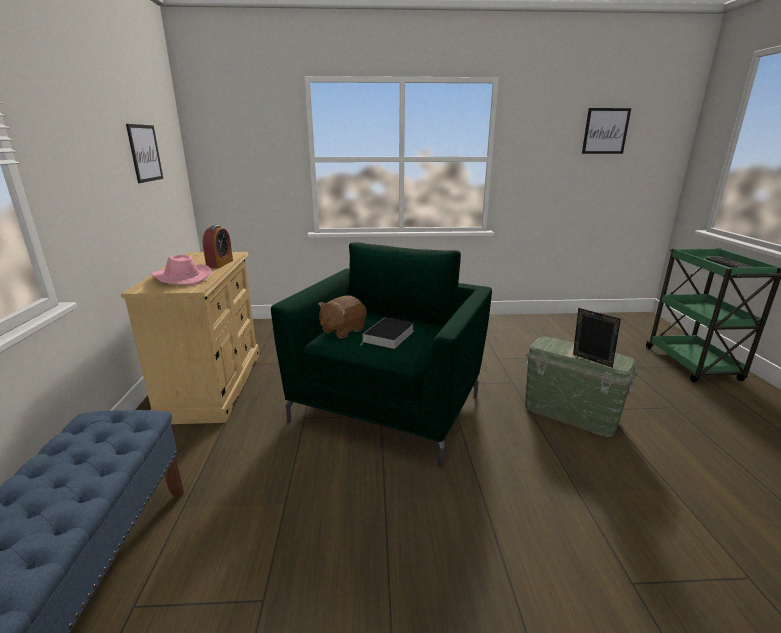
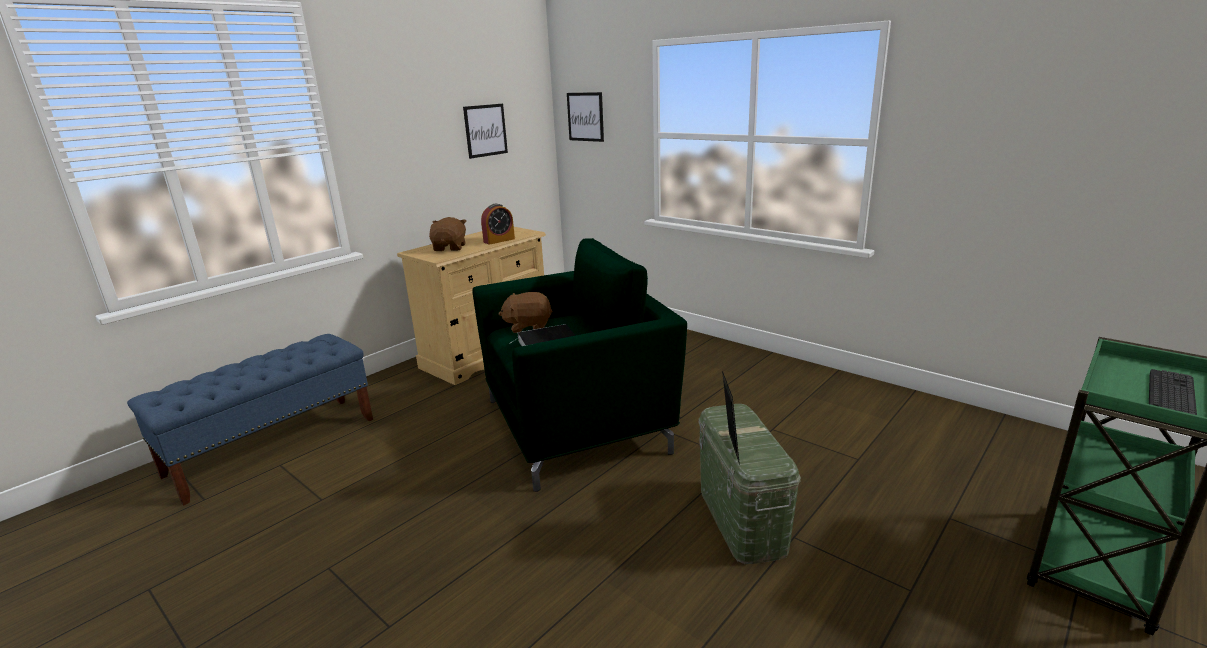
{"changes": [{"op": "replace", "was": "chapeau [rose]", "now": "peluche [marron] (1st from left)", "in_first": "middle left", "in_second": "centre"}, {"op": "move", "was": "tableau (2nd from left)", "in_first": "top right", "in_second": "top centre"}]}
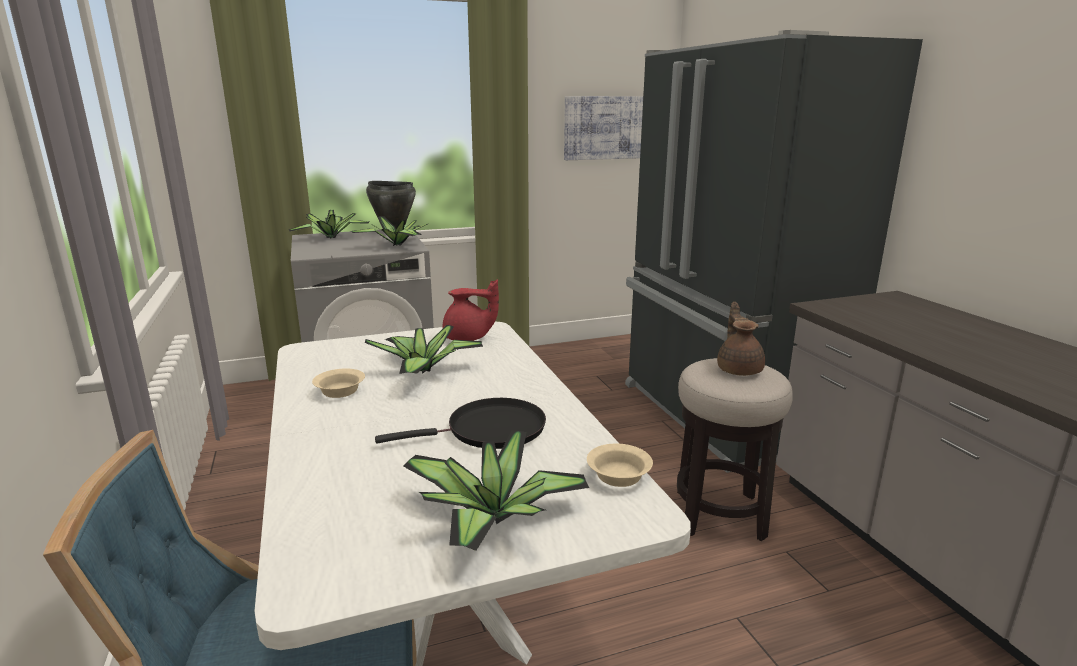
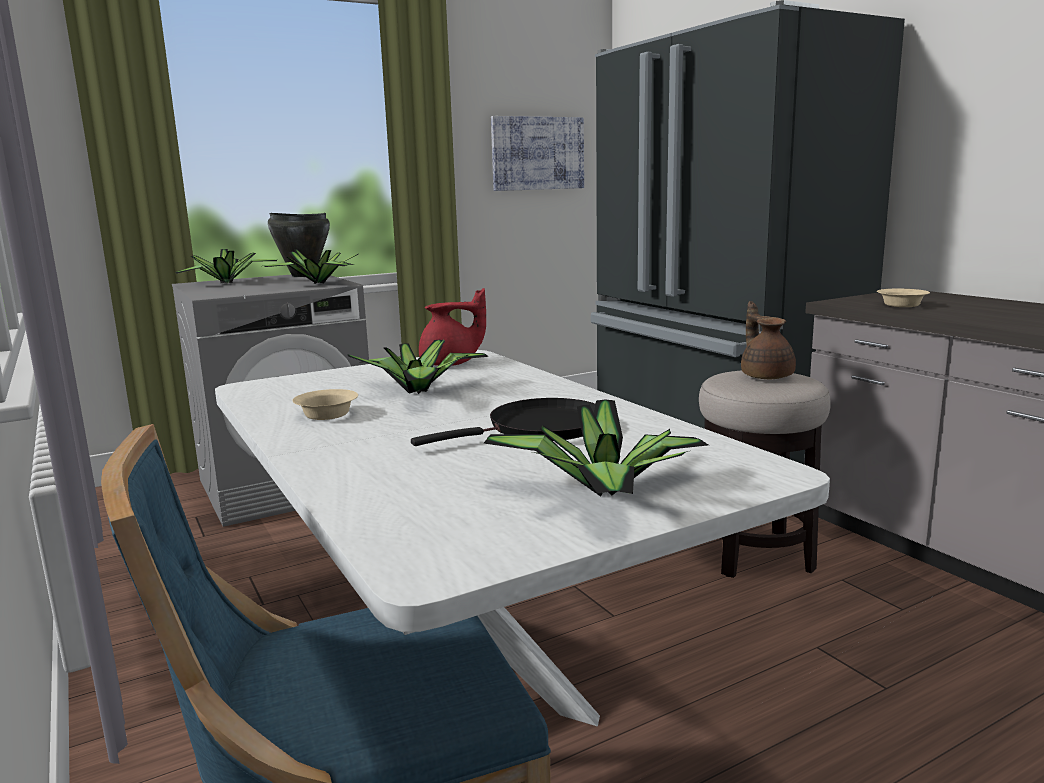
{"changes": [{"op": "move", "was": "bol [beige] (2nd from left)", "in_first": "bottom centre", "in_second": "middle right"}]}
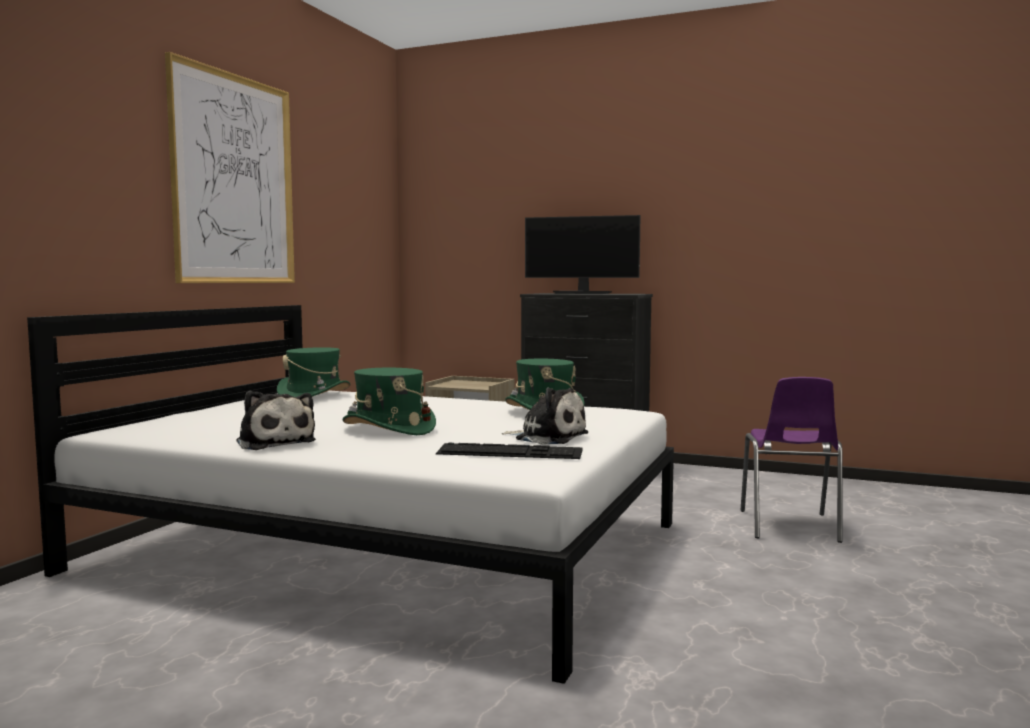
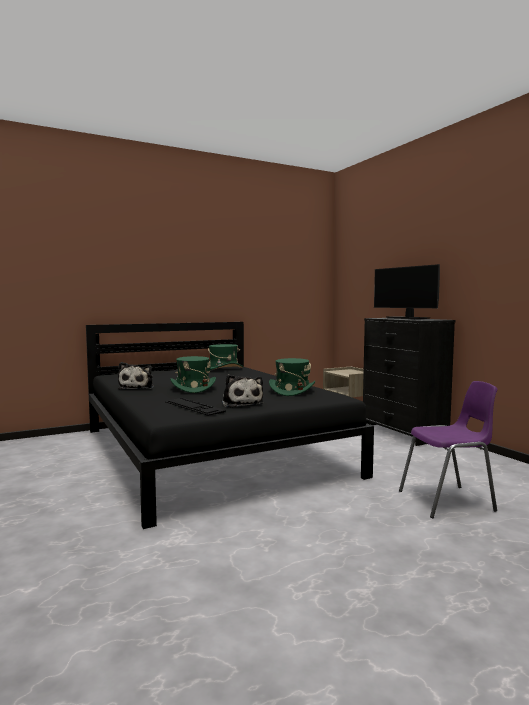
{"changes": [{"op": "recolor", "was": "lit [blanc]", "now": "lit [noir]", "in_first": "bottom centre", "in_second": "centre"}, {"op": "rotate", "was": "chaise [violet]", "in_first": "middle right", "in_second": "middle right", "clockwise": -150}, {"op": "delete", "was": "tableau", "in_first": "top left"}]}
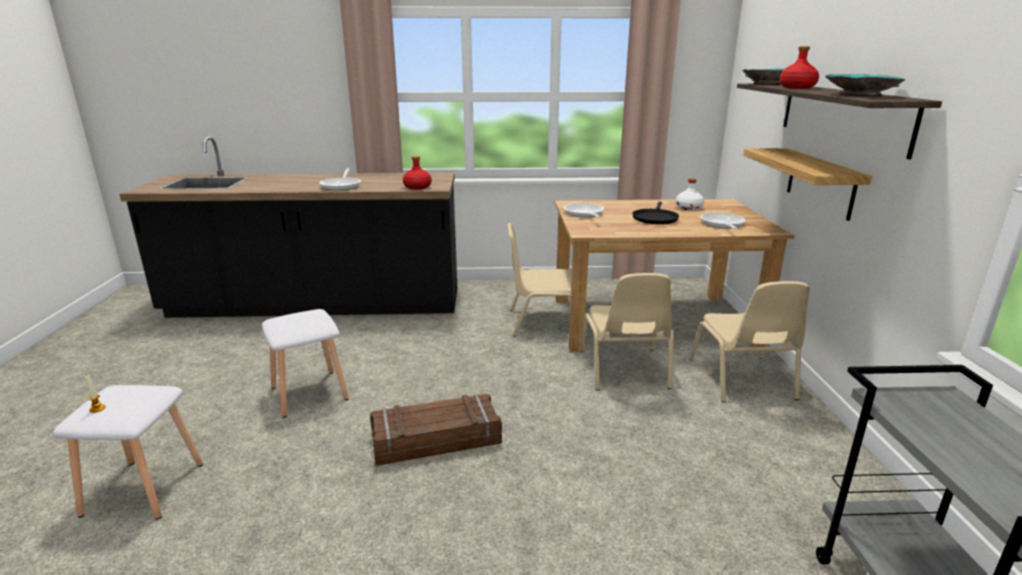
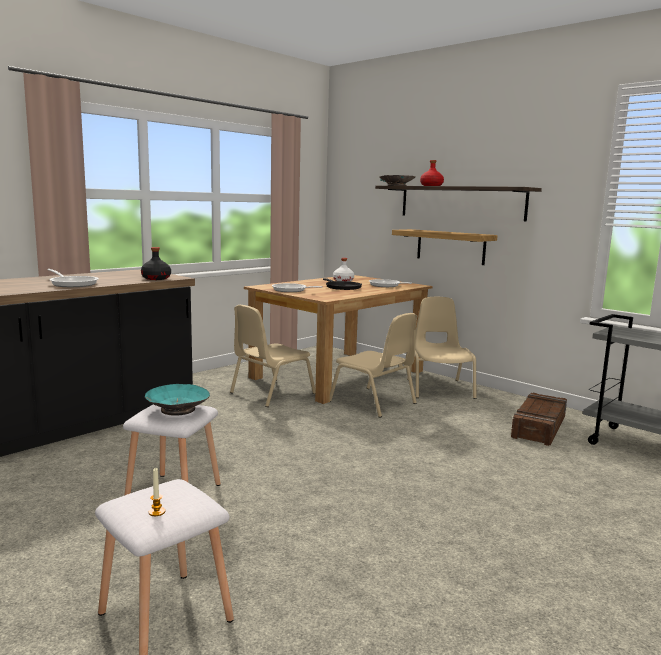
{"changes": [{"op": "recolor", "was": "bouteille [rouge] (1st from left)", "now": "bouteille [noir]", "in_first": "top centre", "in_second": "middle left"}, {"op": "move", "was": "bol [turquoise] (2nd from left in the first image)", "now": "bol [turquoise] (1st from left)", "in_first": "top right", "in_second": "middle left"}, {"op": "rotate", "was": "chaise [beige] (3rd from left)", "in_first": "middle right", "in_second": "middle right", "clockwise": -135}, {"op": "move", "was": "caisse", "in_first": "bottom centre", "in_second": "middle right"}]}
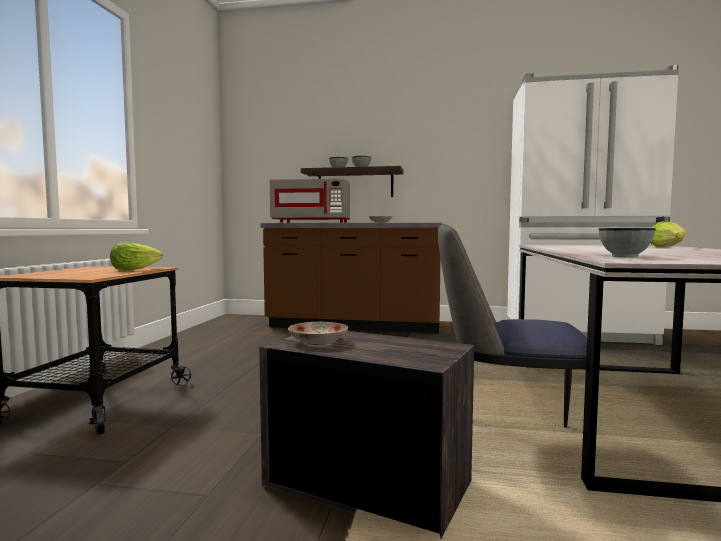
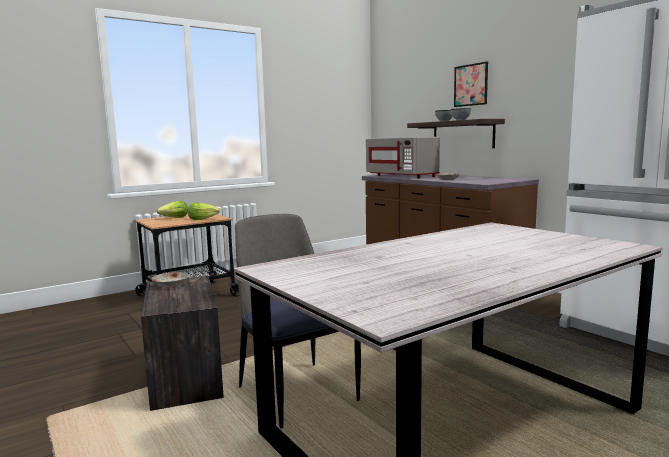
{"changes": [{"op": "move", "was": "laitue (2nd from left in the first image)", "now": "laitue (1st from left)", "in_first": "middle right", "in_second": "middle left"}, {"op": "insert", "now": "tableau", "in_second": "top right"}, {"op": "delete", "was": "bol [gris] (3rd from left)", "in_first": "middle right"}]}
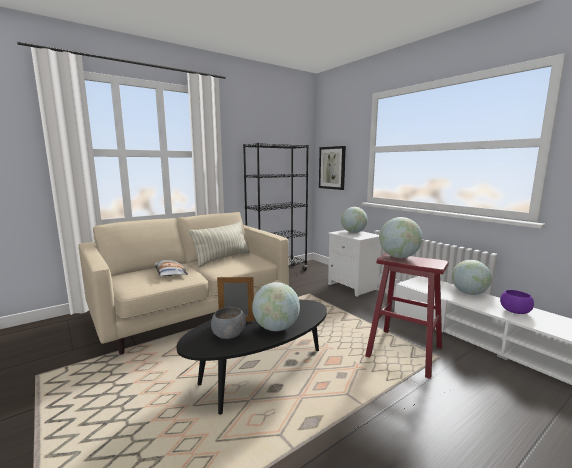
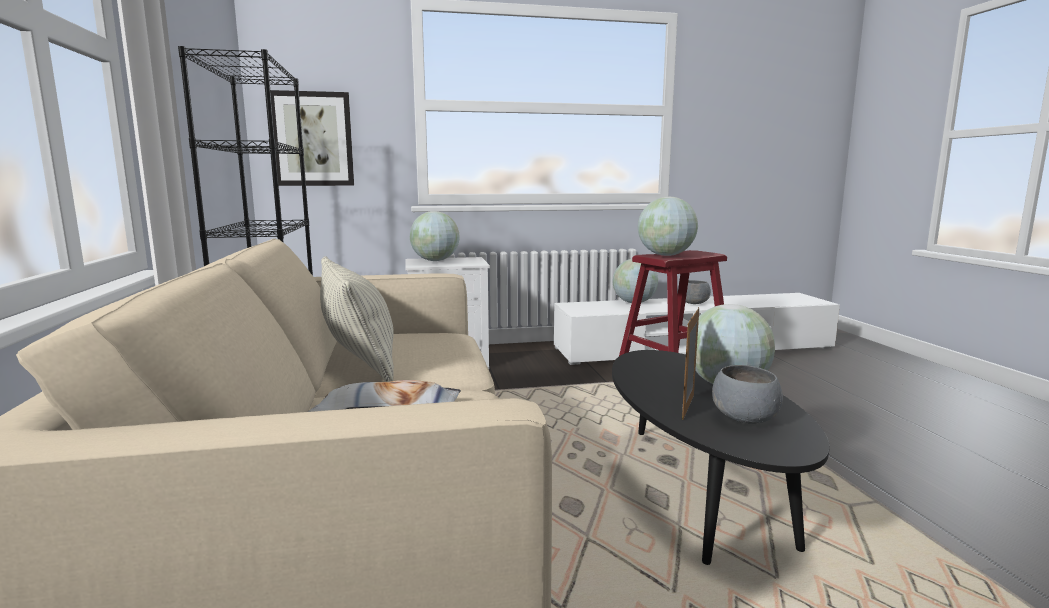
{"changes": [{"op": "recolor", "was": "bol [violet]", "now": "bol [gris] (1st from left)", "in_first": "middle right", "in_second": "centre"}]}
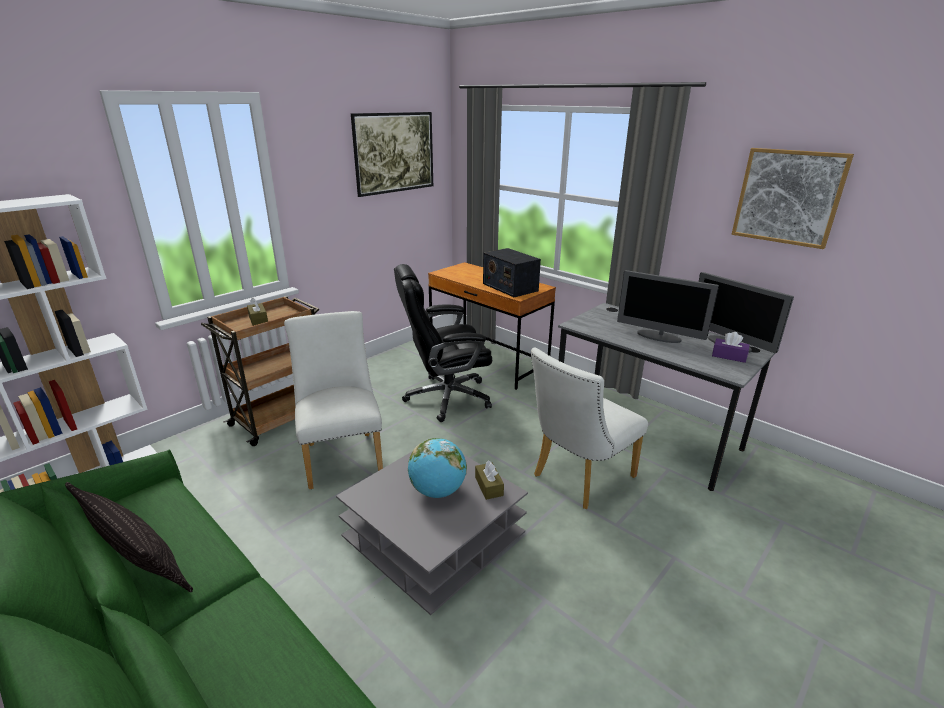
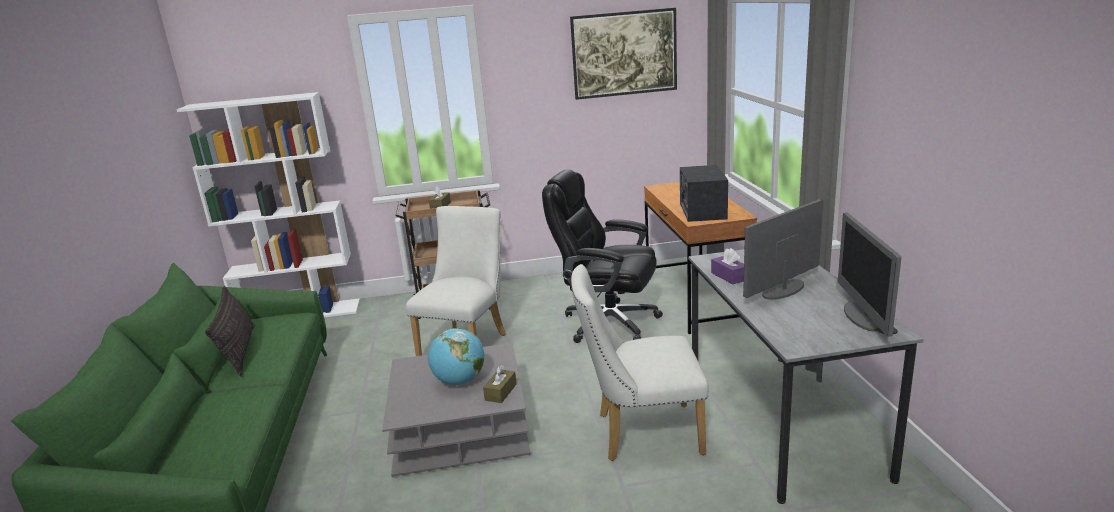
{"changes": [{"op": "move", "was": "boîte à mouchoirs [violet]", "in_first": "middle right", "in_second": "centre"}, {"op": "rotate", "was": "écran d'ordinateur (1st from left)", "in_first": "middle right", "in_second": "middle right", "clockwise": 75}, {"op": "delete", "was": "tableau (2nd from left)", "in_first": "top right"}]}
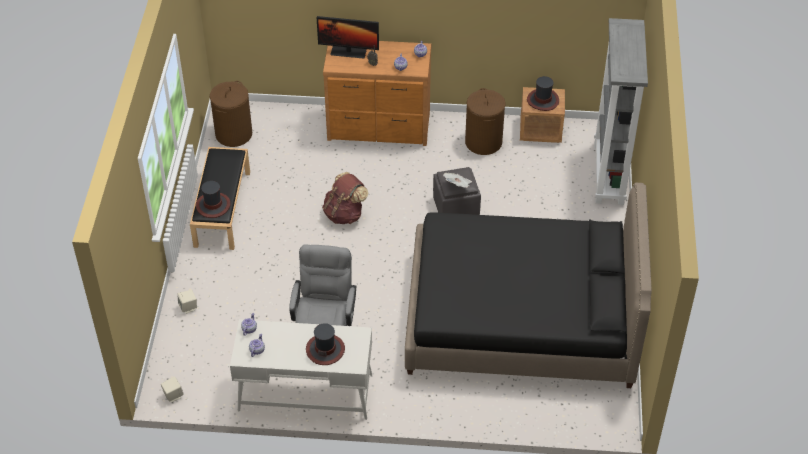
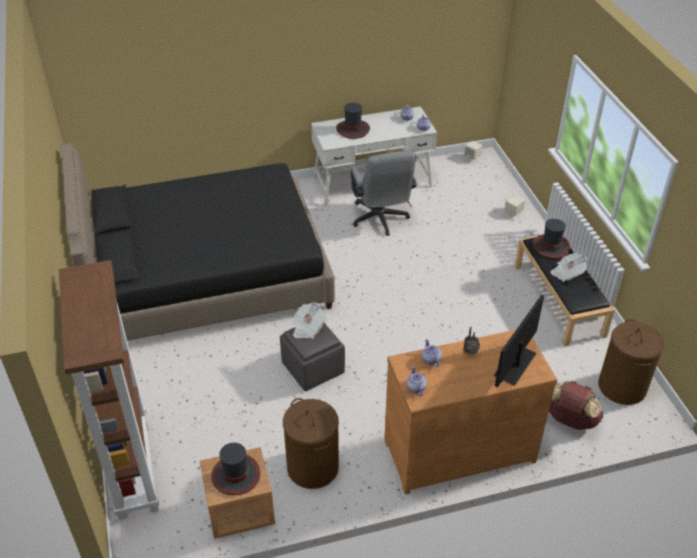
{"changes": [{"op": "recolor", "was": "bibliothèque [gris]", "now": "bibliothèque [marron]", "in_first": "top right", "in_second": "bottom left"}, {"op": "rotate", "was": "écran d'ordinateur", "in_first": "top centre", "in_second": "middle right", "clockwise": -45}, {"op": "move", "was": "sac à dos [marron]", "in_first": "centre", "in_second": "bottom right"}, {"op": "insert", "now": "journal (2nd from left)", "in_second": "middle right"}]}
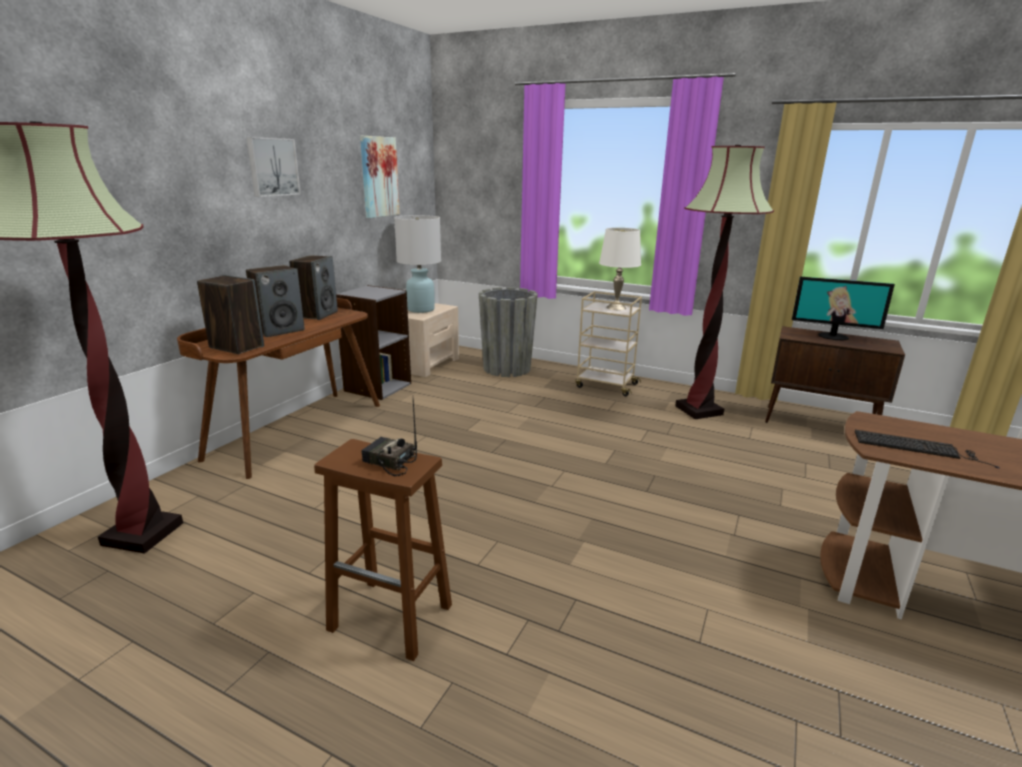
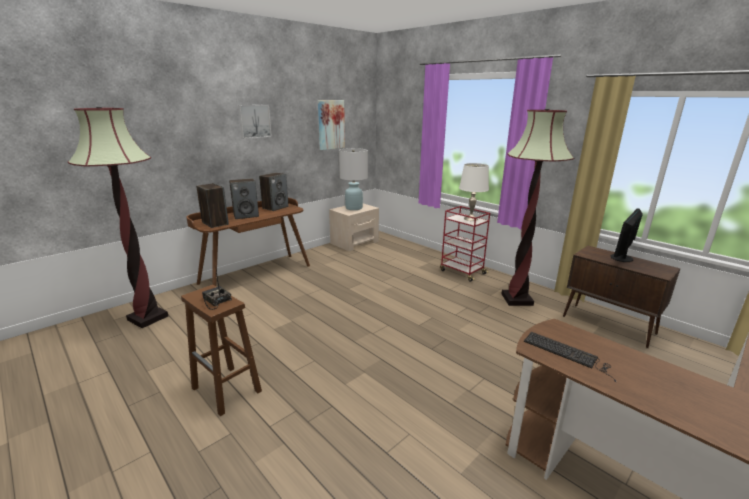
{"changes": [{"op": "recolor", "was": "chariot [beige]", "now": "chariot [rouge]", "in_first": "centre", "in_second": "centre"}, {"op": "rotate", "was": "écran d'ordinateur", "in_first": "middle right", "in_second": "middle right", "clockwise": 90}, {"op": "delete", "was": "bibliothèque [gris]", "in_first": "centre"}, {"op": "delete", "was": "cache-pot [gris]", "in_first": "centre"}]}
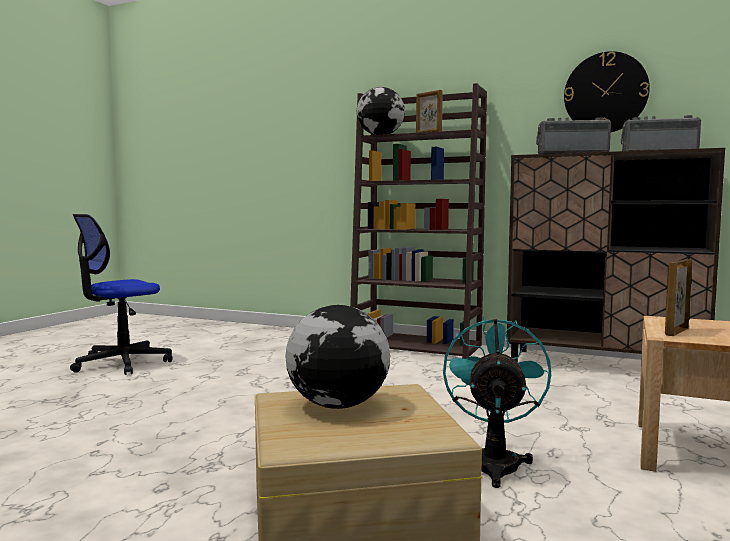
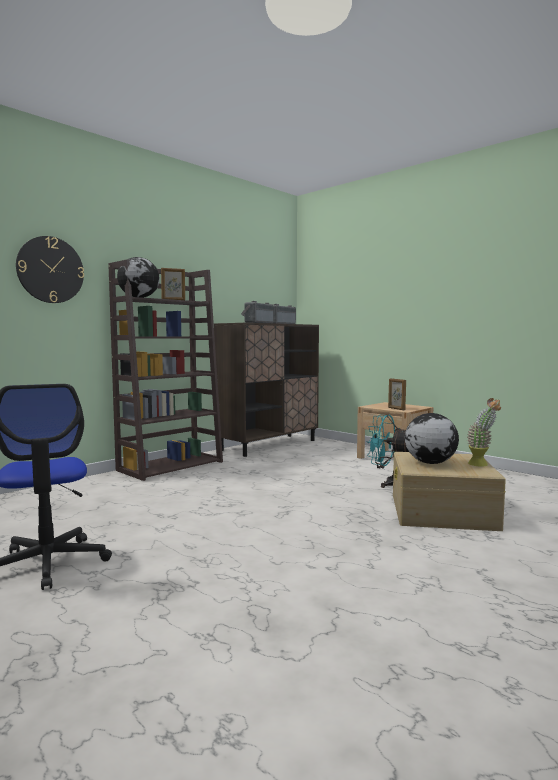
{"changes": [{"op": "move", "was": "horloge murale", "in_first": "top right", "in_second": "middle left"}, {"op": "insert", "now": "plante en pot", "in_second": "middle right"}]}
